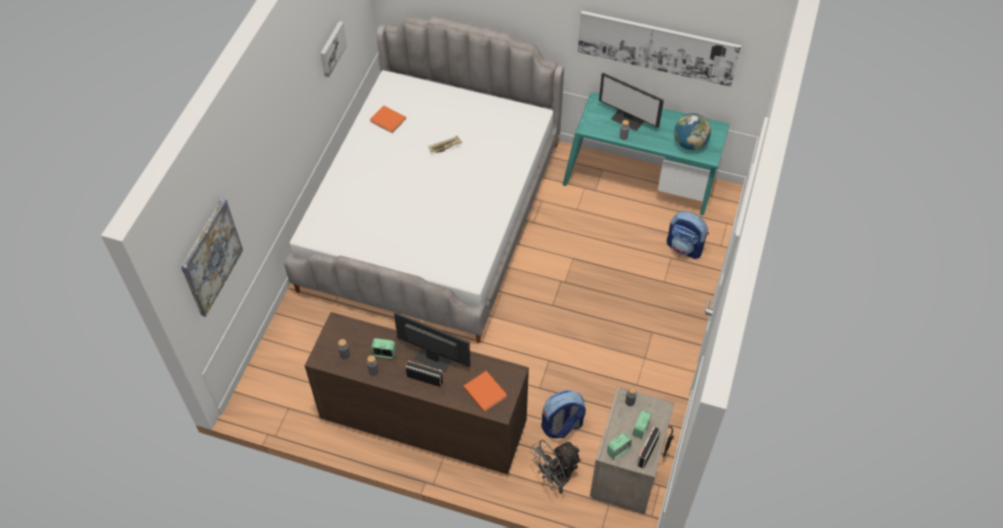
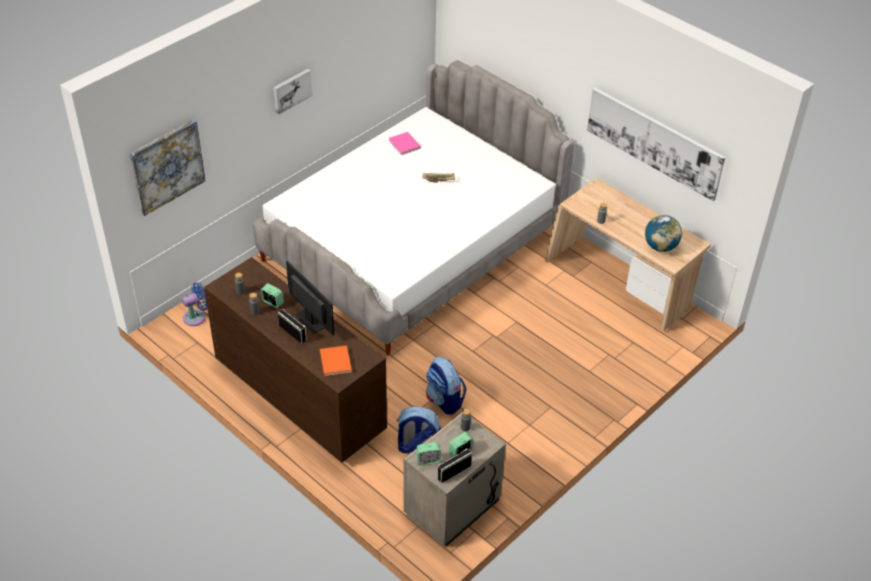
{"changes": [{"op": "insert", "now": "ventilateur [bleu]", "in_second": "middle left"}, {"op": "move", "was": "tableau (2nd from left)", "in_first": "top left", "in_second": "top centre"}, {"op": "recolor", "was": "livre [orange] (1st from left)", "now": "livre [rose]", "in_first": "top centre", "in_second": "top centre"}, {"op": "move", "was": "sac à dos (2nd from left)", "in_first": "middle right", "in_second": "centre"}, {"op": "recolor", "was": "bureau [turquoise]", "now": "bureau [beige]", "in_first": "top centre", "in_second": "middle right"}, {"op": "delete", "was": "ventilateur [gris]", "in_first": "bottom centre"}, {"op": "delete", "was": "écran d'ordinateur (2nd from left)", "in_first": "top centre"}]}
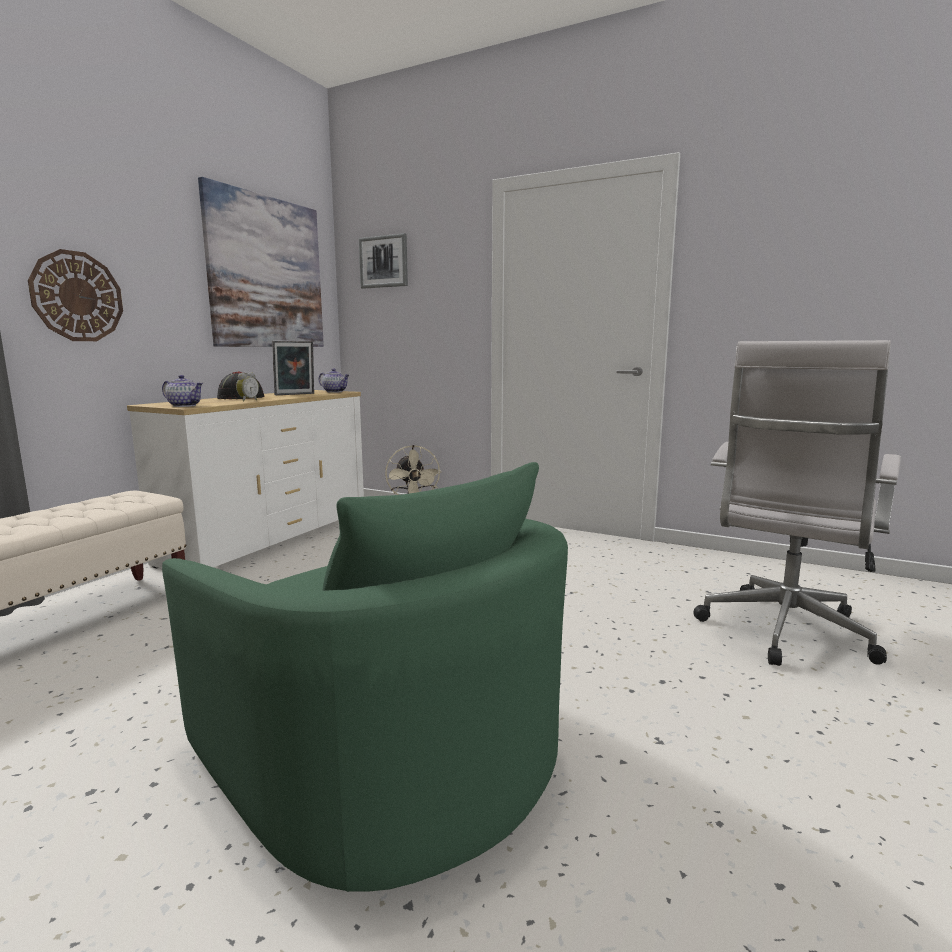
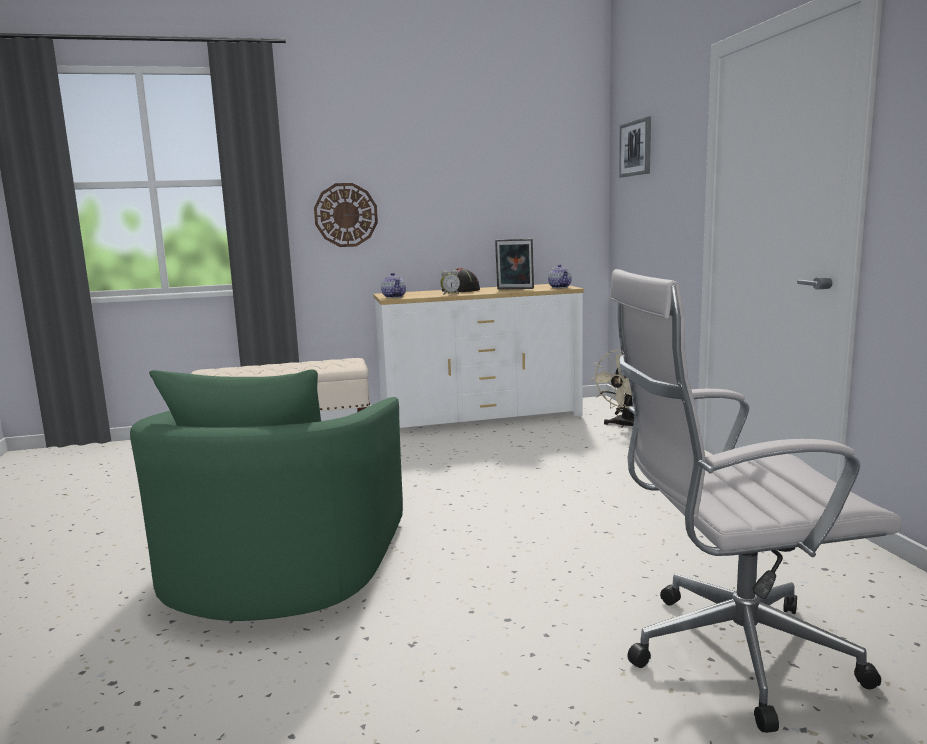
{"changes": [{"op": "delete", "was": "tableau (1st from left)", "in_first": "top left"}]}
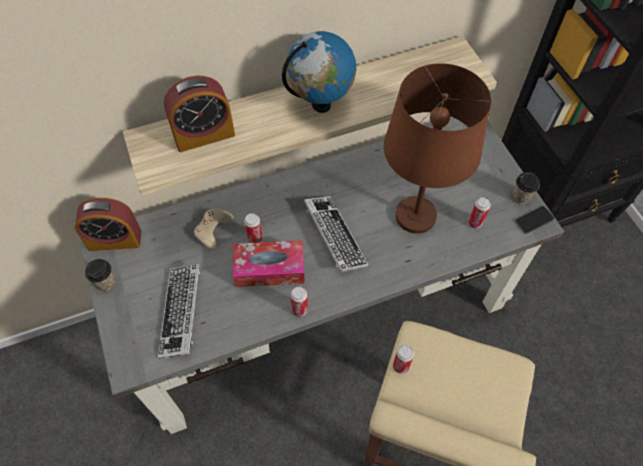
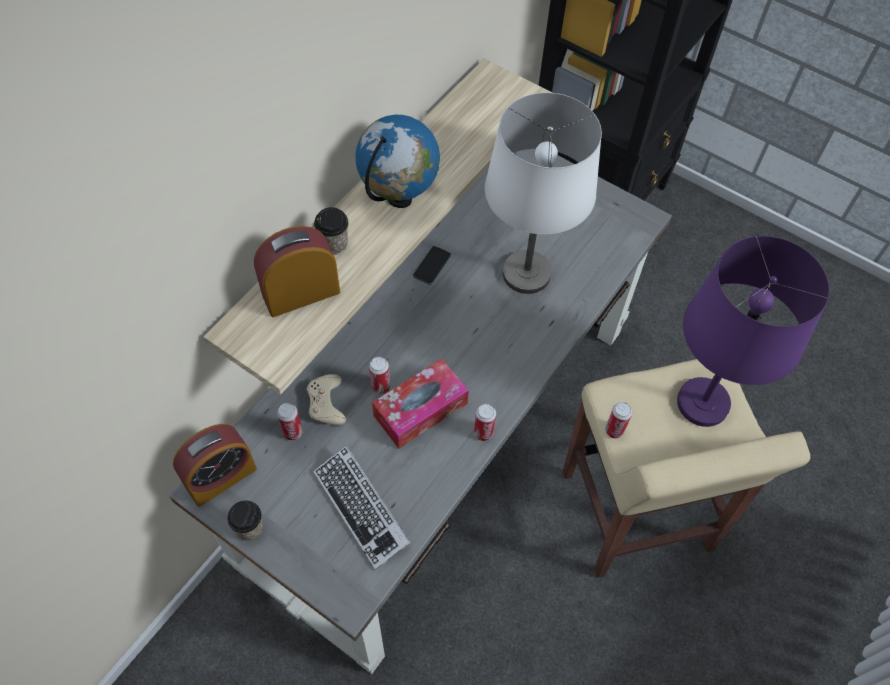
{"changes": [{"op": "rotate", "was": "réveil (2nd from left)", "in_first": "top left", "in_second": "centre", "clockwise": -150}, {"op": "move", "was": "boîte métallique (4th from left in the first image)", "now": "boîte métallique (1st from left)", "in_first": "middle right", "in_second": "middle left"}, {"op": "move", "was": "tasse (2nd from left)", "in_first": "middle right", "in_second": "centre"}, {"op": "move", "was": "téléphone", "in_first": "middle right", "in_second": "centre"}, {"op": "recolor", "was": "lampe de table [marron]", "now": "lampe de table [blanc]", "in_first": "top right", "in_second": "top centre"}, {"op": "insert", "now": "lampe de table [violet]", "in_second": "middle right"}, {"op": "delete", "was": "clavier (2nd from left)", "in_first": "centre"}]}
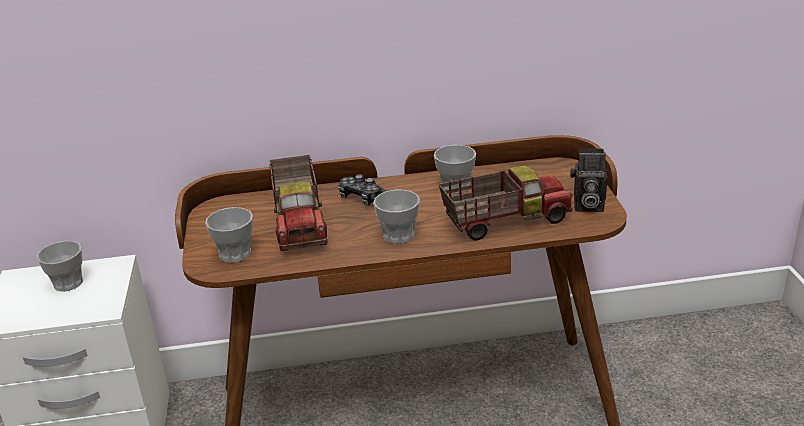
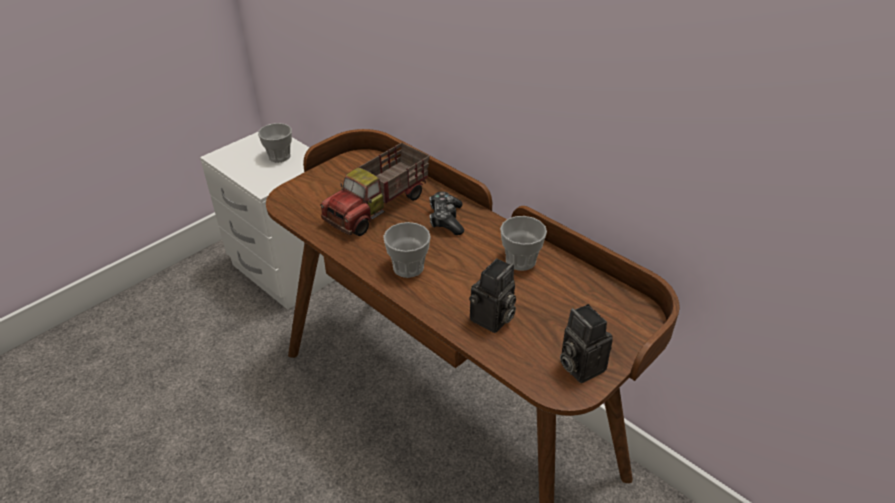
{"changes": [{"op": "replace", "was": "camion jouet (2nd from left)", "now": "appareil photo (1st from left)", "in_first": "centre", "in_second": "centre"}, {"op": "delete", "was": "tasse (2nd from left)", "in_first": "middle left"}]}
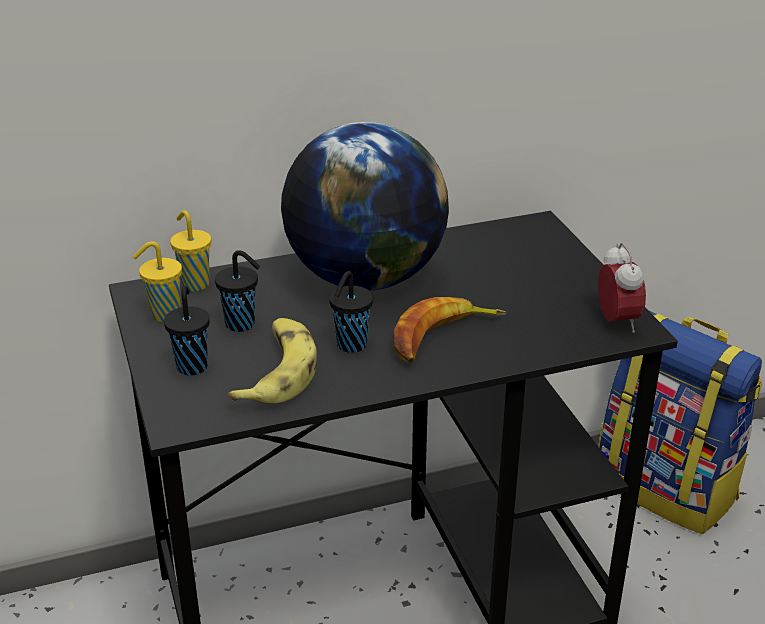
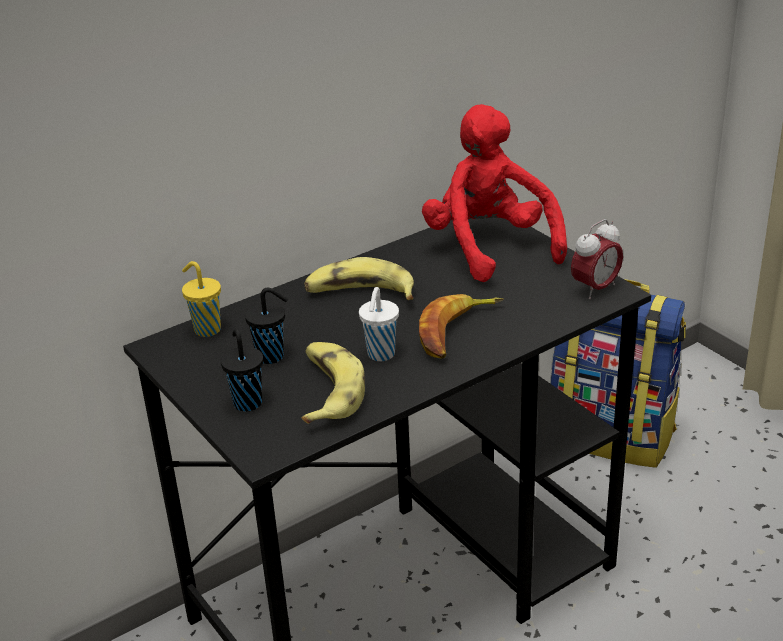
{"changes": [{"op": "replace", "was": "globe", "now": "banane (2nd from left)", "in_first": "top centre", "in_second": "centre"}, {"op": "recolor", "was": "tasse [noir] (3rd from left)", "now": "tasse [blanc]", "in_first": "centre", "in_second": "centre"}, {"op": "insert", "now": "peluche [rouge]", "in_second": "top centre"}, {"op": "rotate", "was": "réveil", "in_first": "middle right", "in_second": "middle right", "clockwise": 75}, {"op": "delete", "was": "tasse [jaune] (1st from left)", "in_first": "middle left"}]}
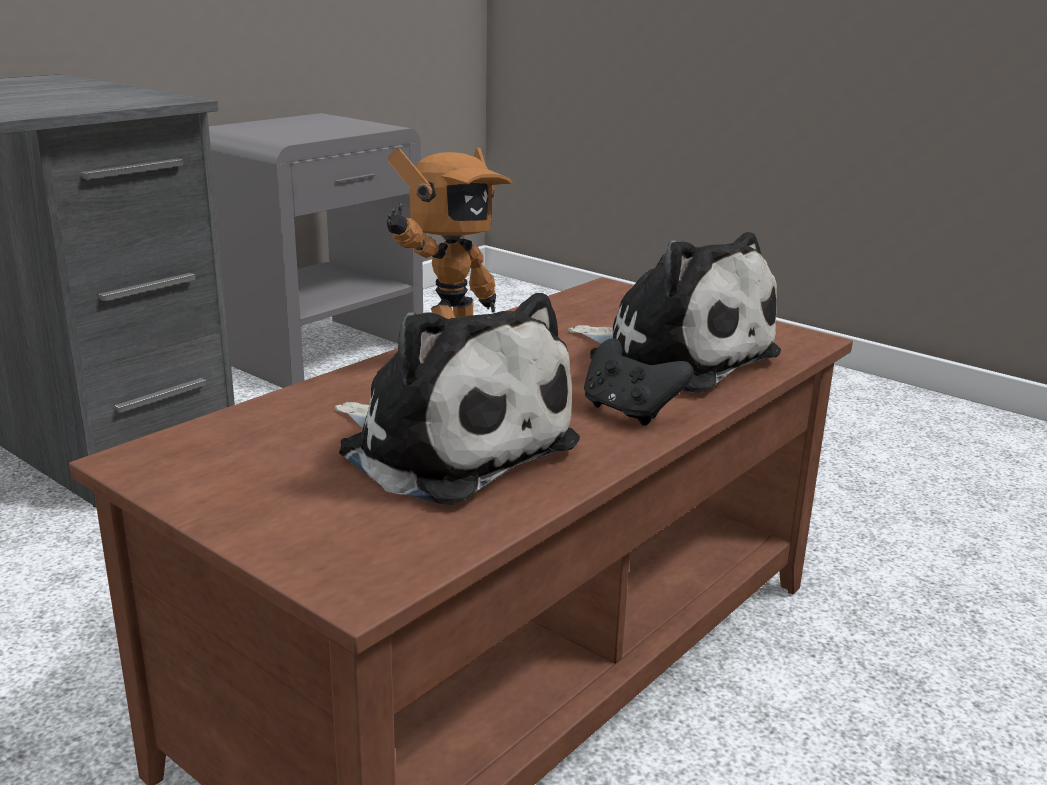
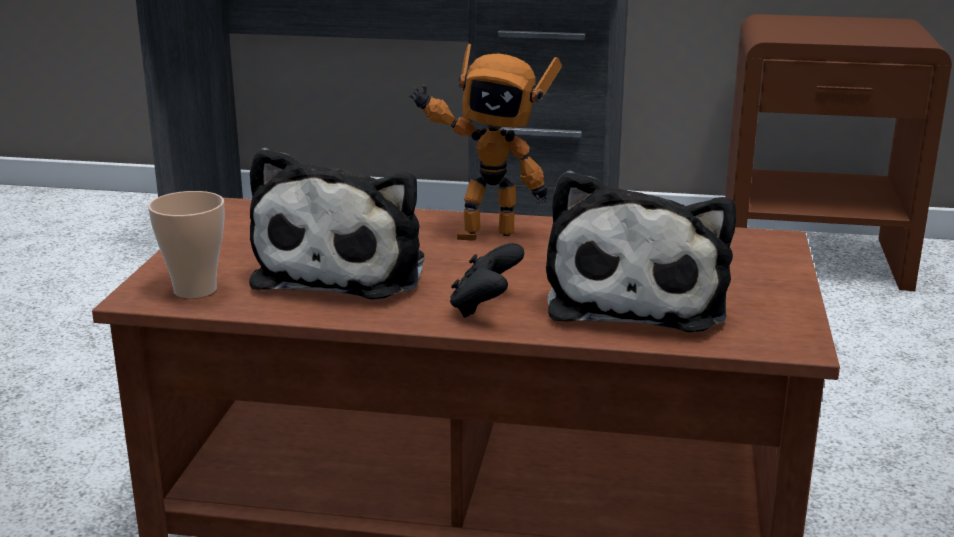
{"changes": [{"op": "insert", "now": "tasse", "in_second": "middle left"}, {"op": "recolor", "was": "table de chevet [gris]", "now": "table de chevet [marron]", "in_first": "top left", "in_second": "top right"}]}
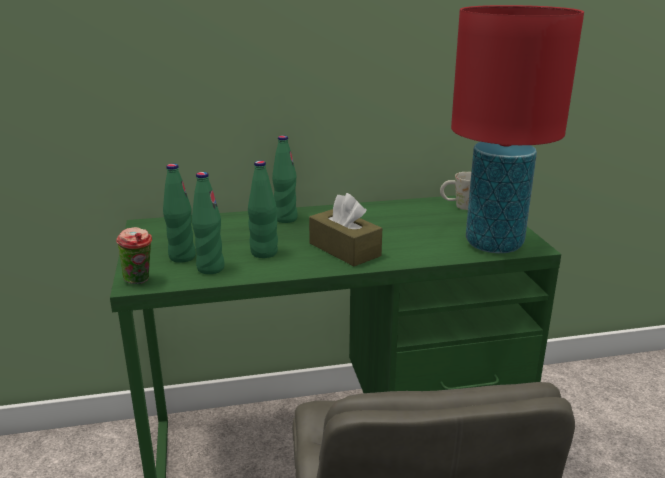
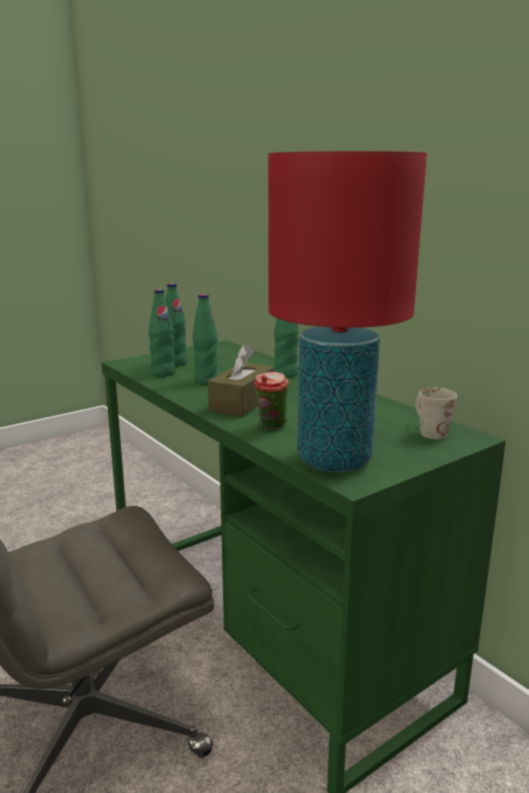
{"changes": [{"op": "move", "was": "tasse", "in_first": "middle left", "in_second": "centre"}]}
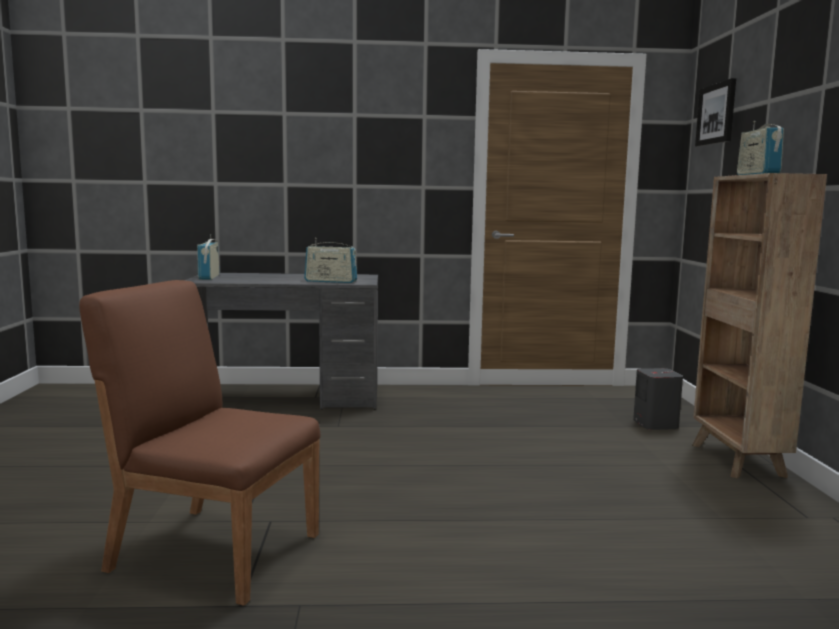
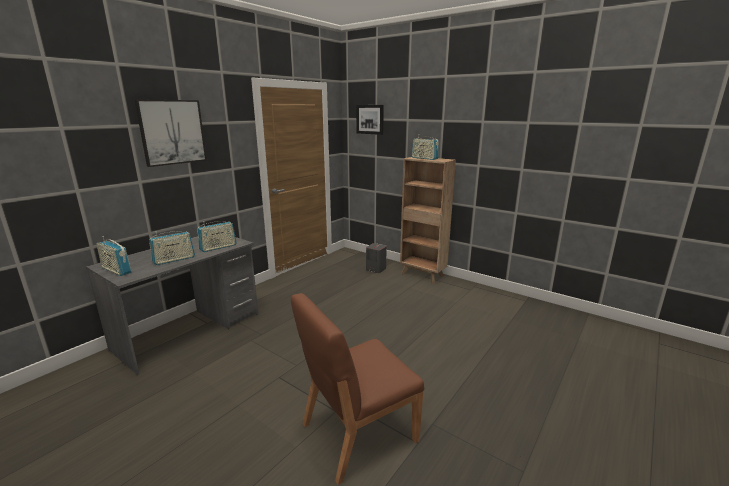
{"changes": [{"op": "insert", "now": "tableau (1st from left)", "in_second": "top left"}, {"op": "insert", "now": "radio (2nd from left)", "in_second": "middle left"}]}
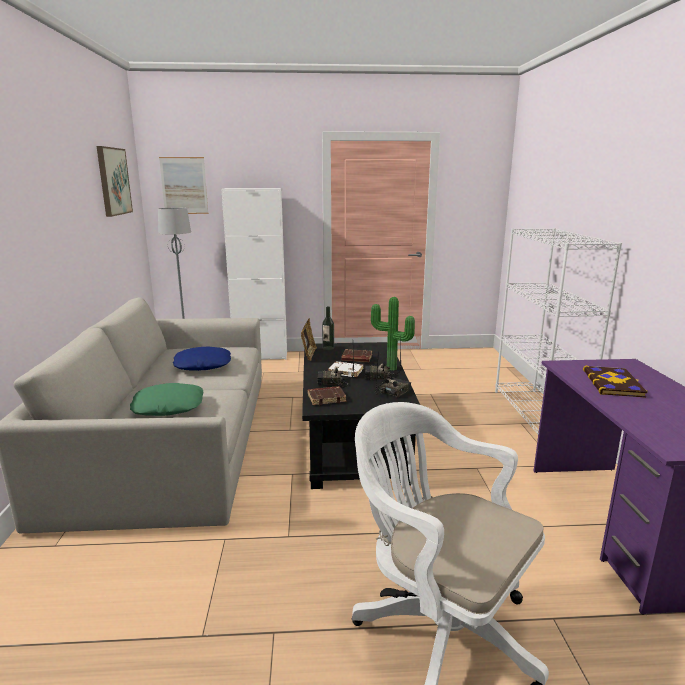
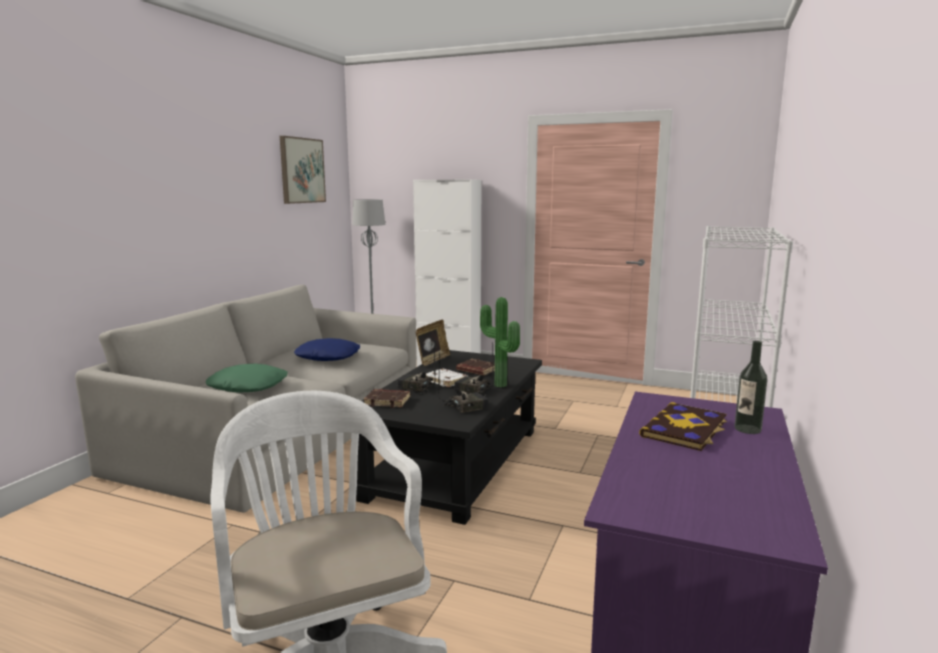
{"changes": [{"op": "move", "was": "bouteille", "in_first": "centre", "in_second": "middle right"}, {"op": "delete", "was": "tableau (2nd from left)", "in_first": "top left"}]}
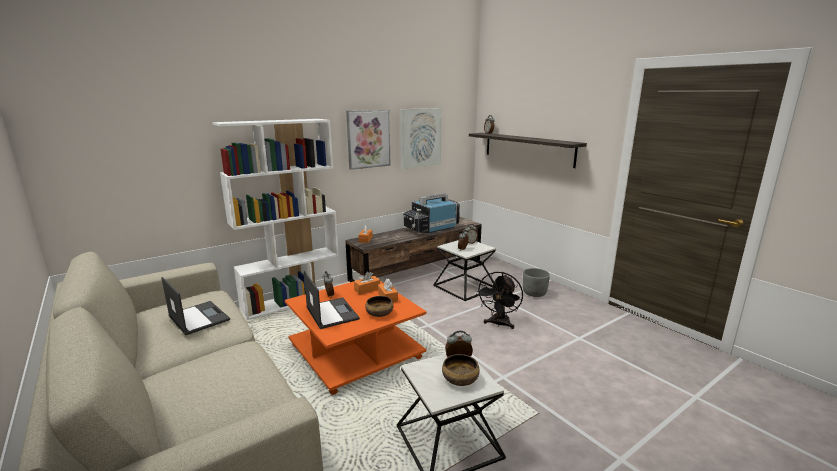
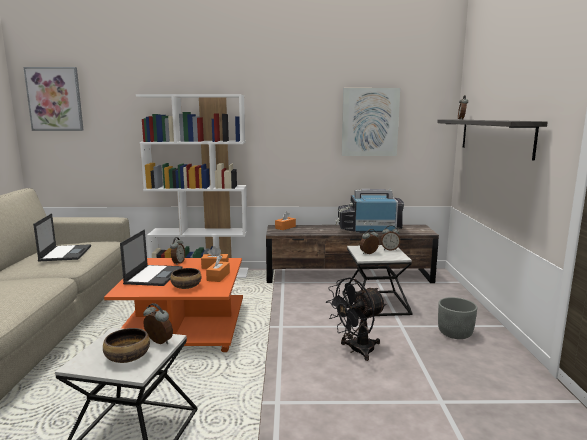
{"changes": [{"op": "move", "was": "tableau (1st from left)", "in_first": "top centre", "in_second": "top left"}]}
